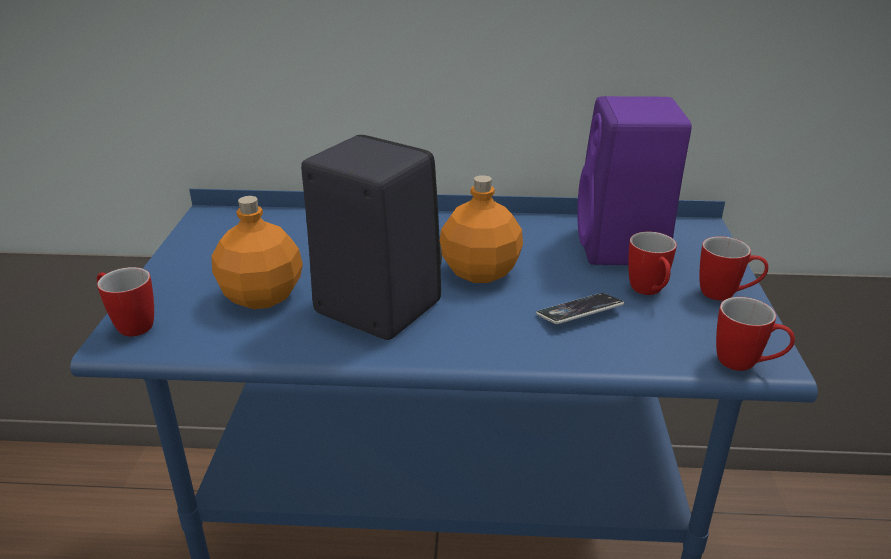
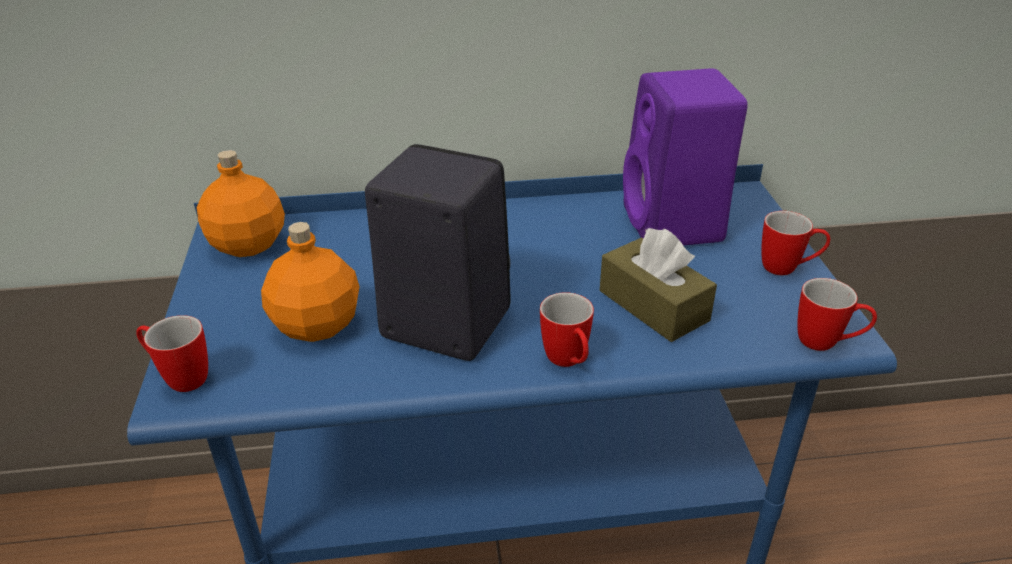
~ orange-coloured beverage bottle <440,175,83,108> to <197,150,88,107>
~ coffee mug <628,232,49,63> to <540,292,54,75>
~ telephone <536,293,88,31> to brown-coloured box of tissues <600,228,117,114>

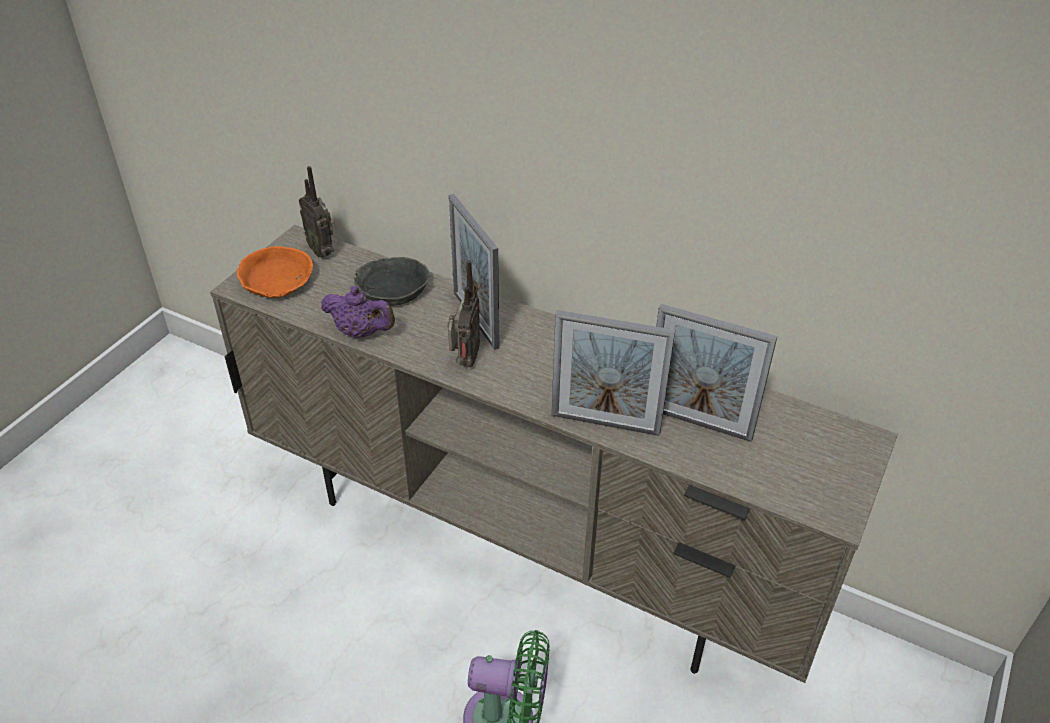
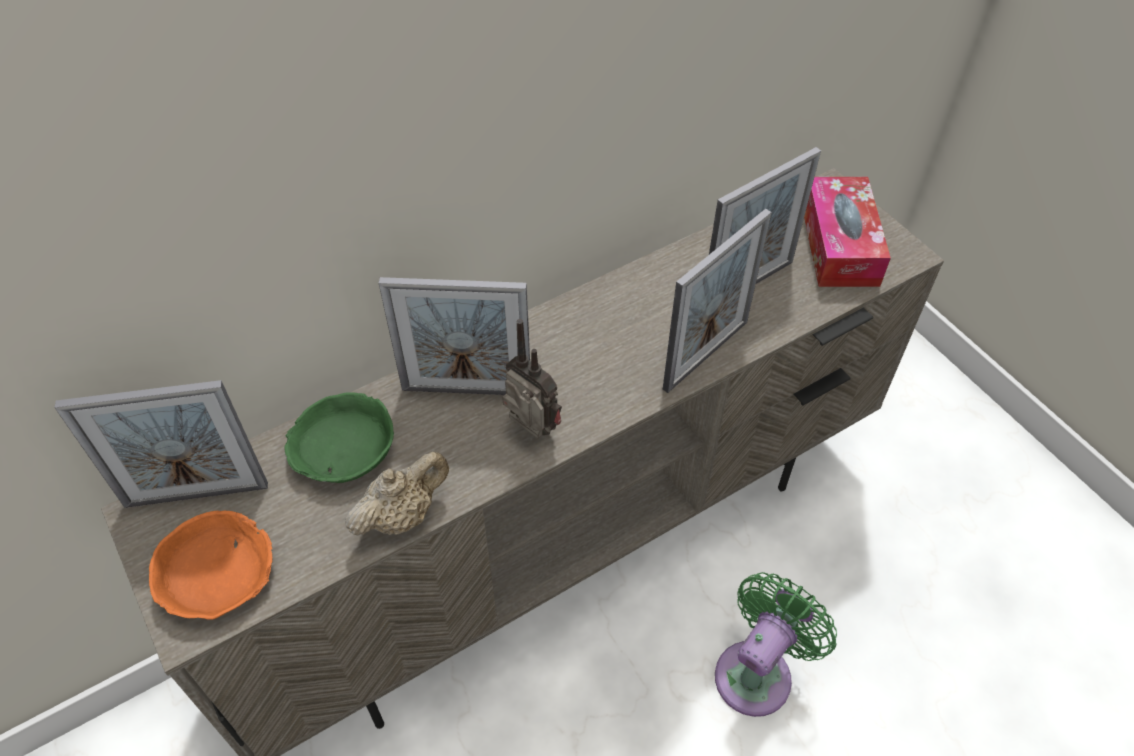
~ radio receiver <299,166,37,92> to picture frame <54,380,214,128>
~ grey serving bowl <354,257,76,49> to green serving bowl <284,392,110,91>
~ purple tea pot <321,286,74,52> to beige tea pot <345,452,104,84>
+ box of tissues <804,177,87,110>

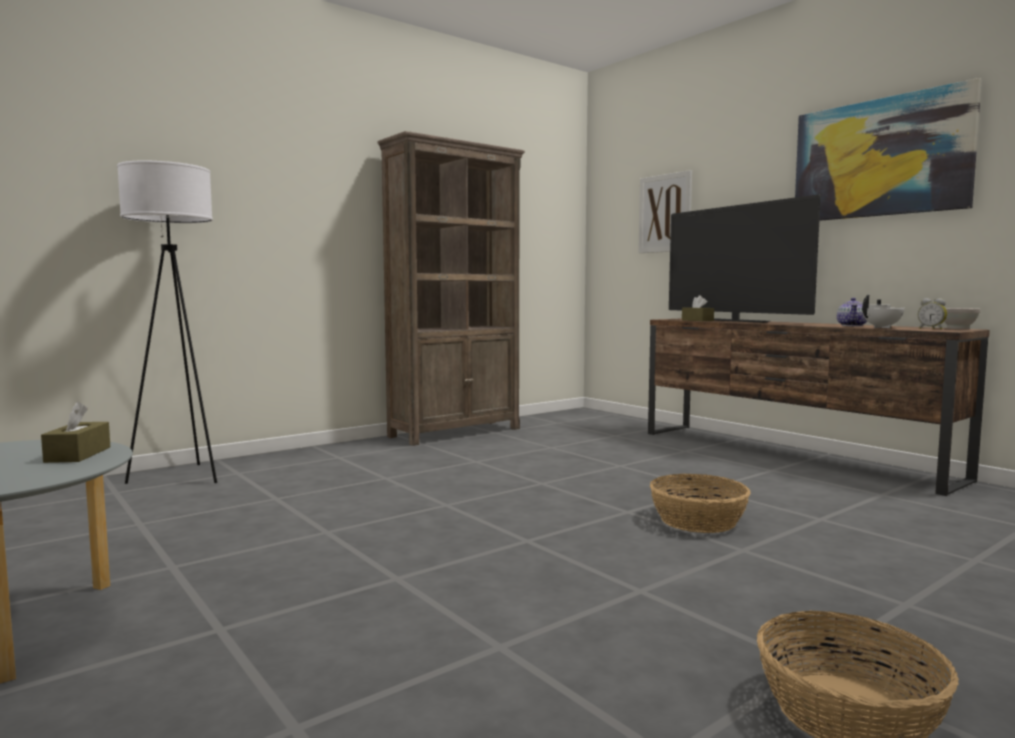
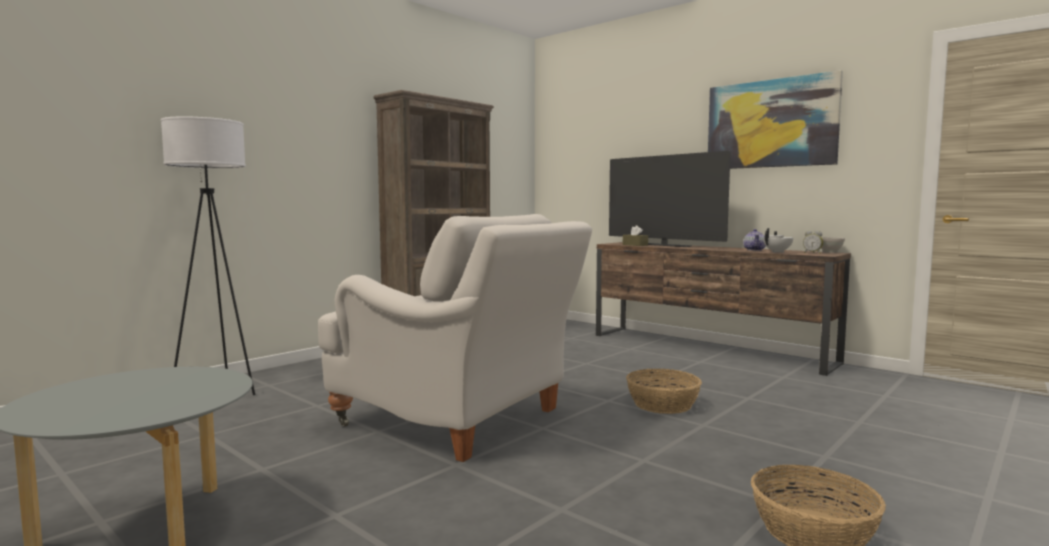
- wall picture <638,170,54,83>
- brown-coloured box of tissues <41,401,69,62>
+ white lounge chair <318,214,274,248>

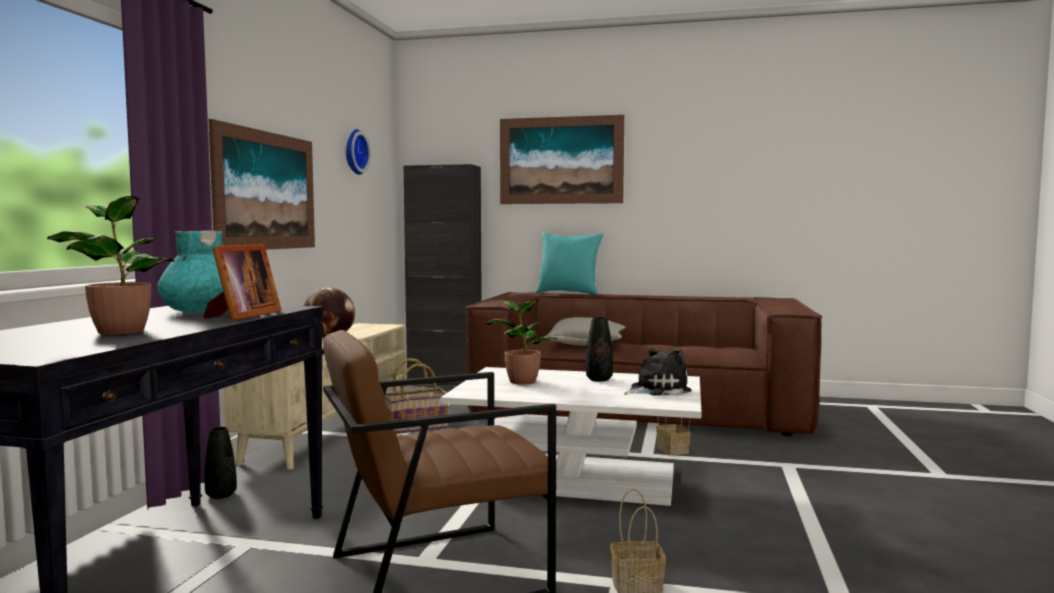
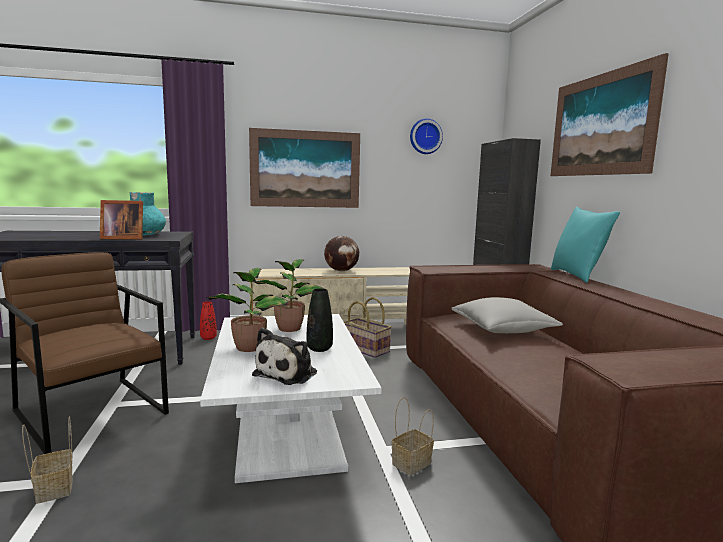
~ plant in a pot <47,196,127,138> to <206,268,82,84>
~ cuddly toy <624,348,67,48> = <252,328,65,57> 75 degrees clockwise
~ blackish flower vase <204,427,33,72> to red-coloured flower vase <200,301,17,39>

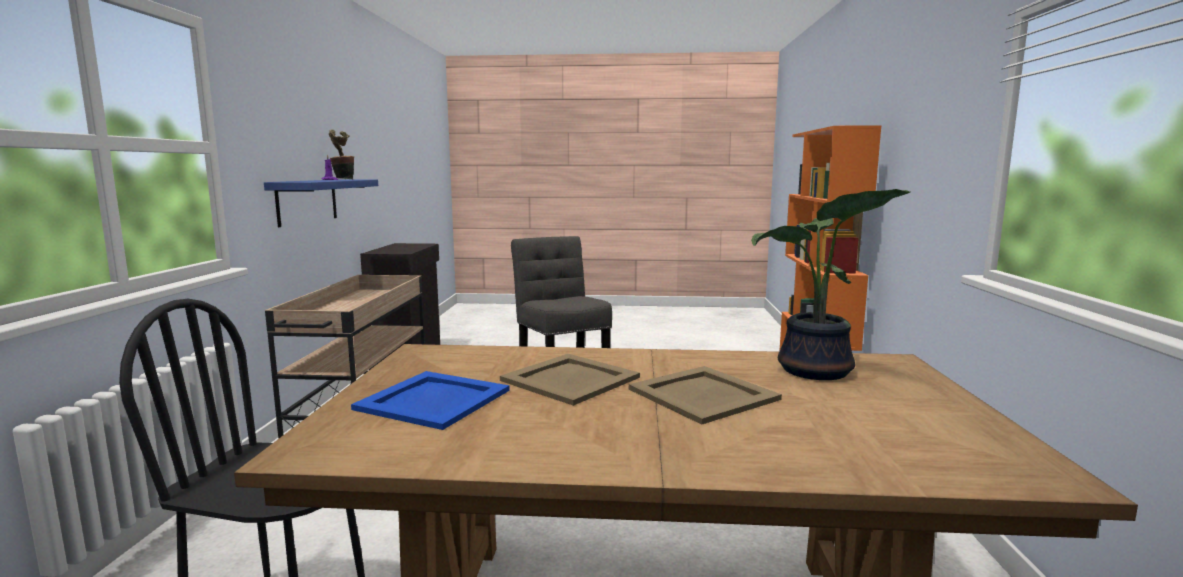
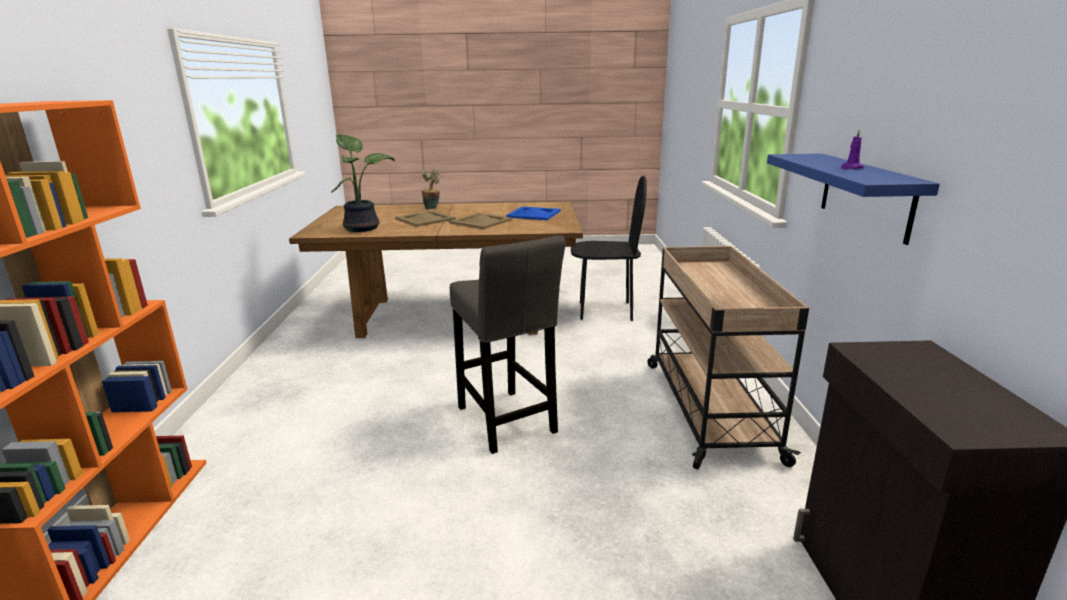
~ plant in a pot <329,130,25,49> to <422,168,18,41>

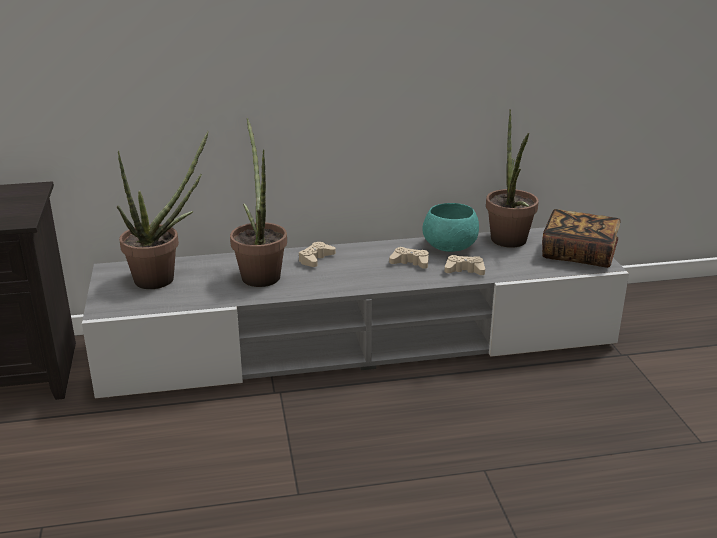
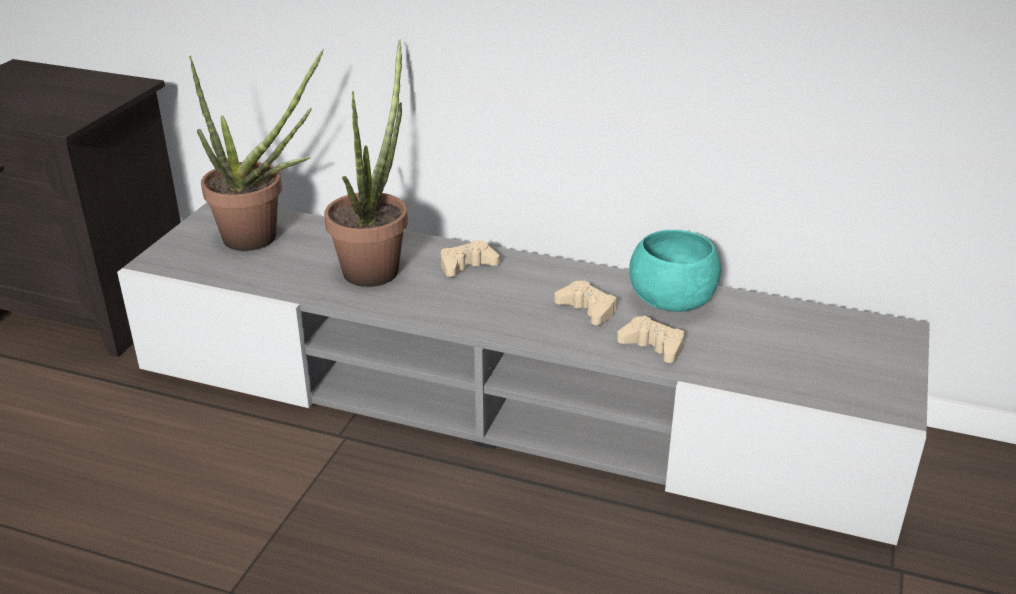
- plant in a pot <486,109,53,139>
- book <542,209,79,59>

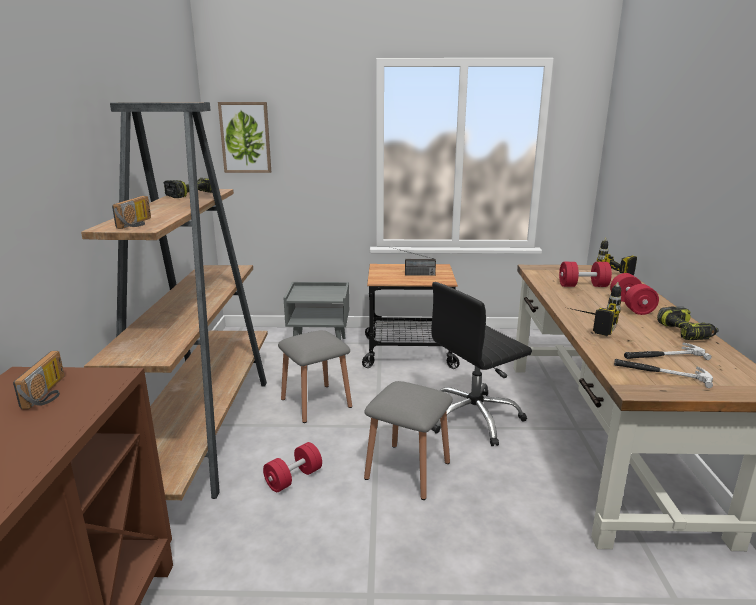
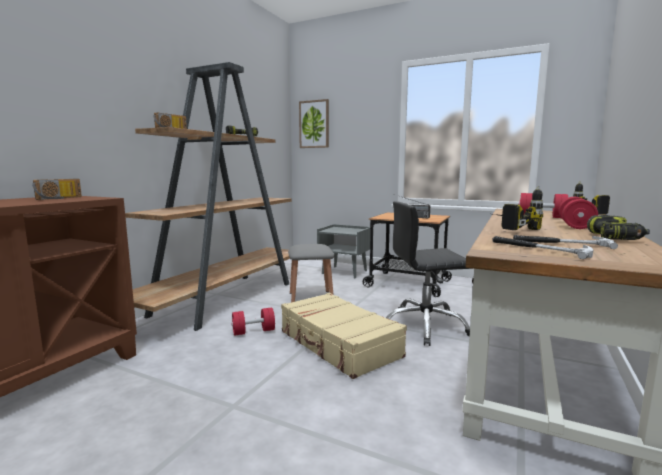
~ grey sitting stool <364,381,89,119> to beige suitcase <281,293,126,86>

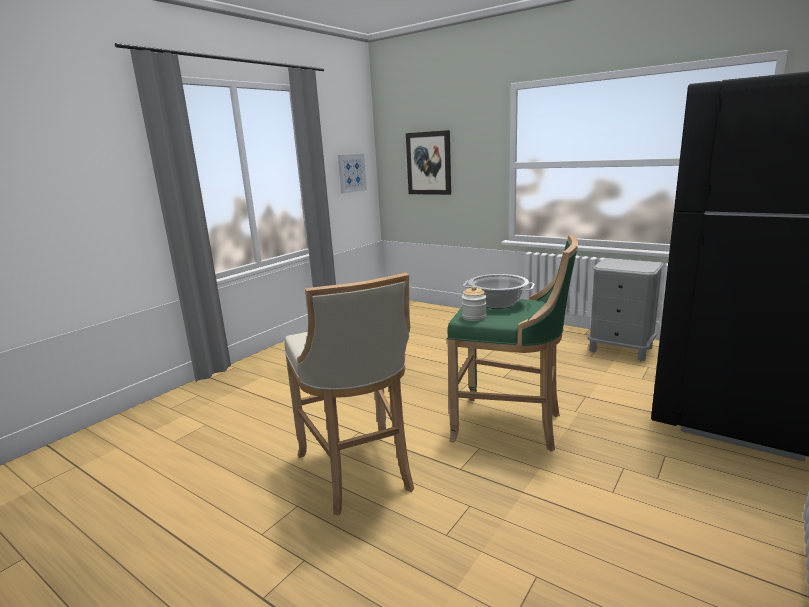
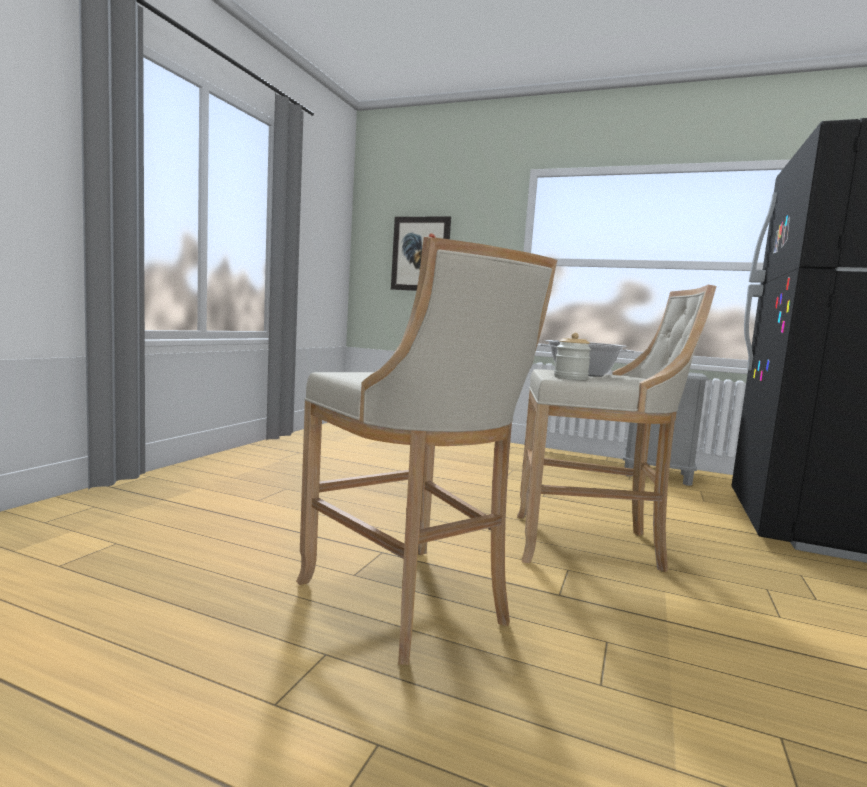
- wall picture <338,153,29,41>
~ green sitting stool <447,235,131,217> to beige sitting stool <517,285,200,287>

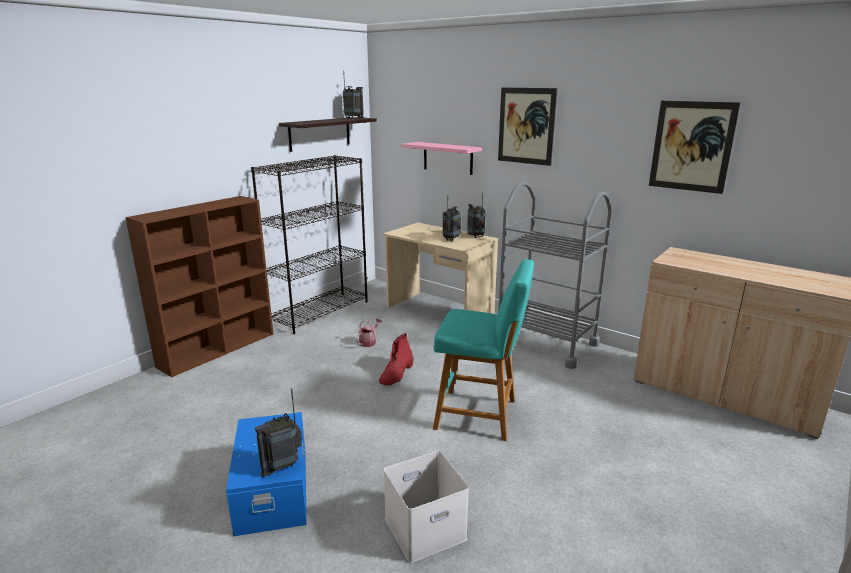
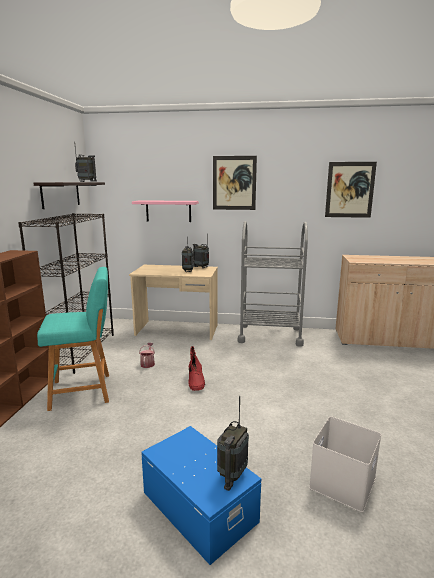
~ turquoise sitting stool <433,259,101,182> to <37,267,72,144>

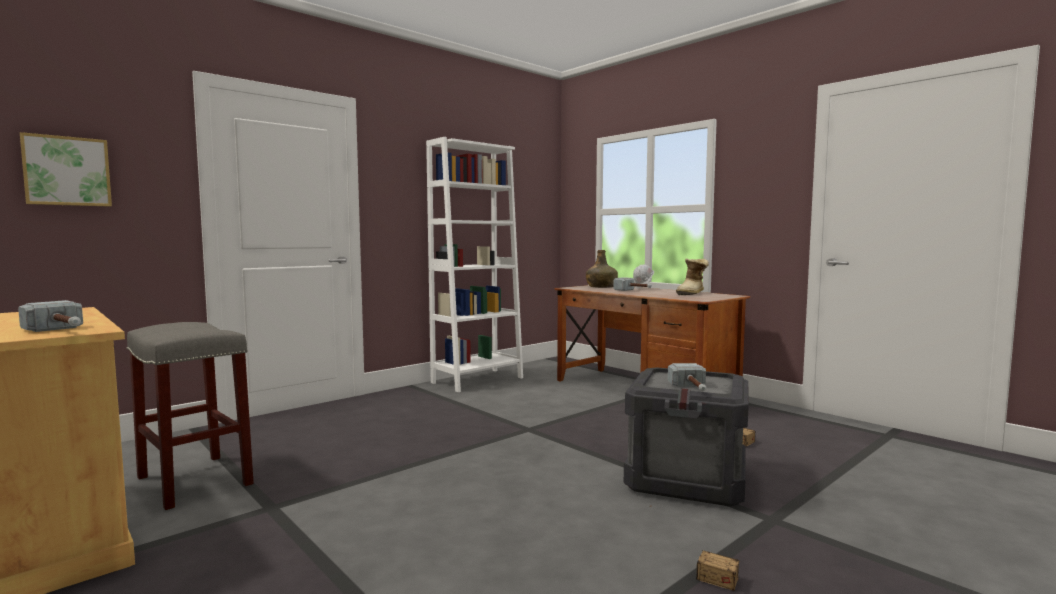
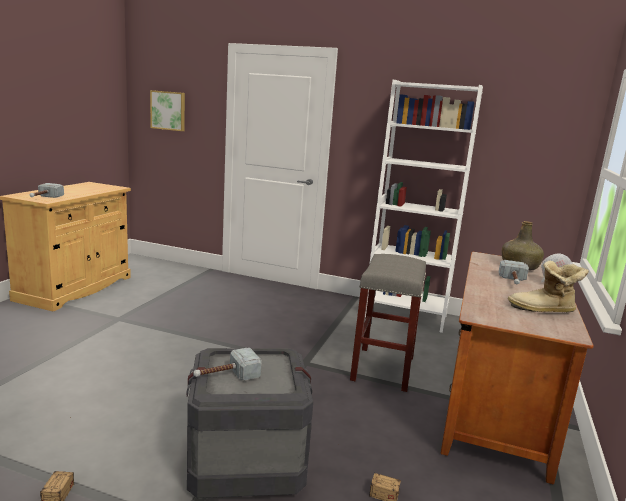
~ grey sitting stool <127,322,127,188> to <350,254,76,138>

